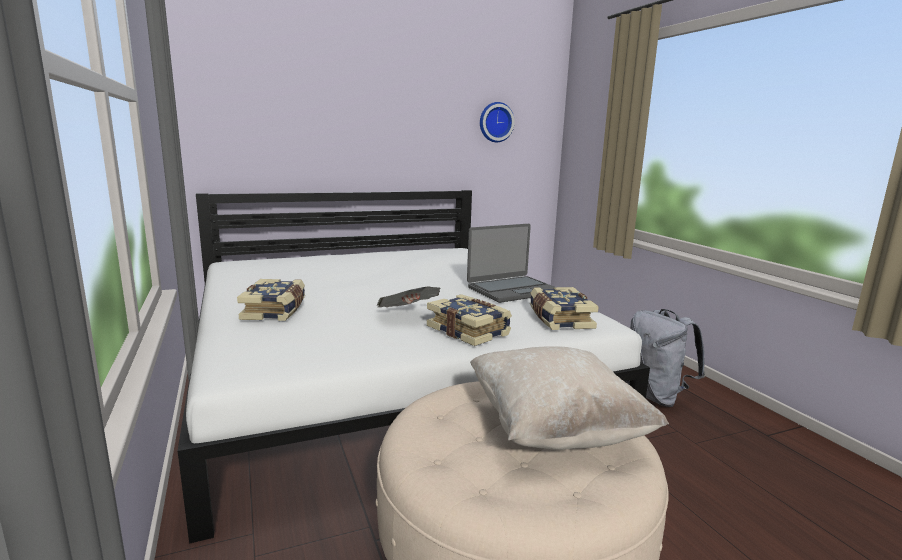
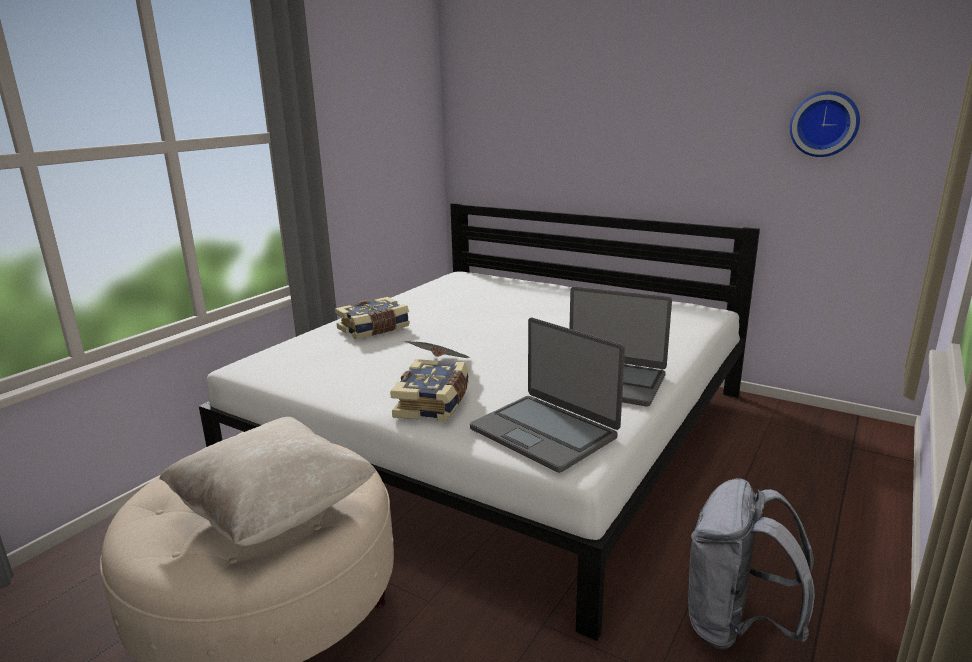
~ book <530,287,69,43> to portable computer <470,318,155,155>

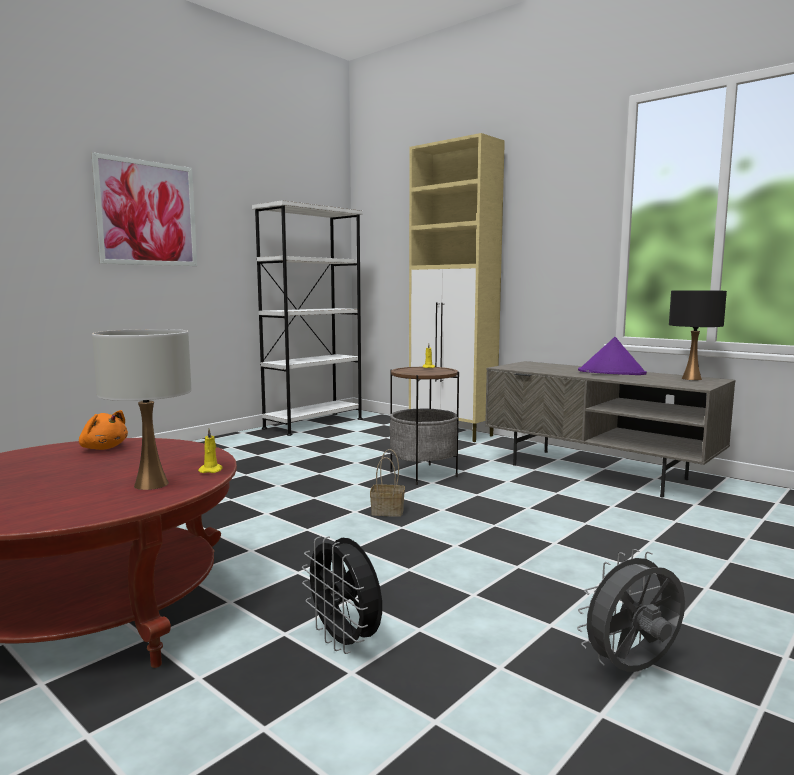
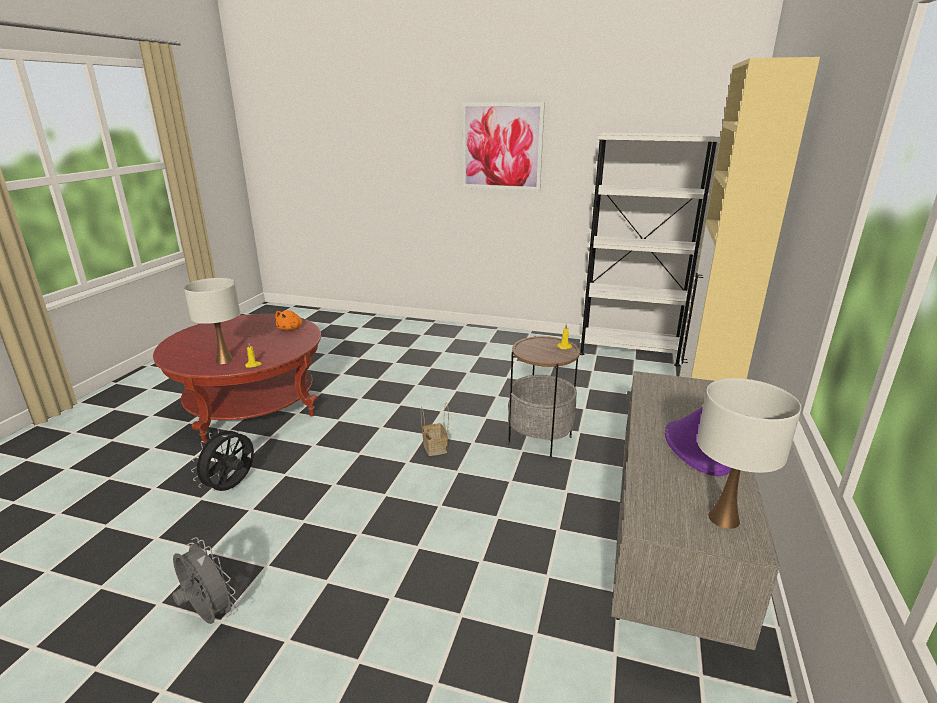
~ blackish lamp for a table <669,290,58,90> to white lamp for a table <697,378,104,151>

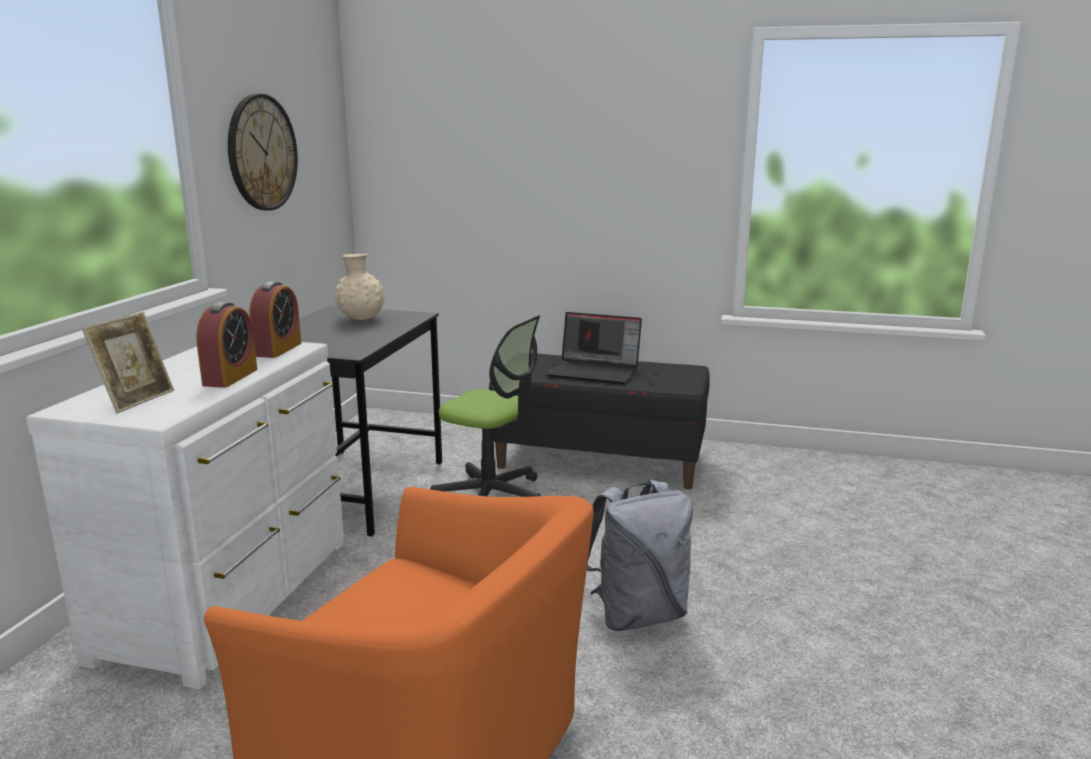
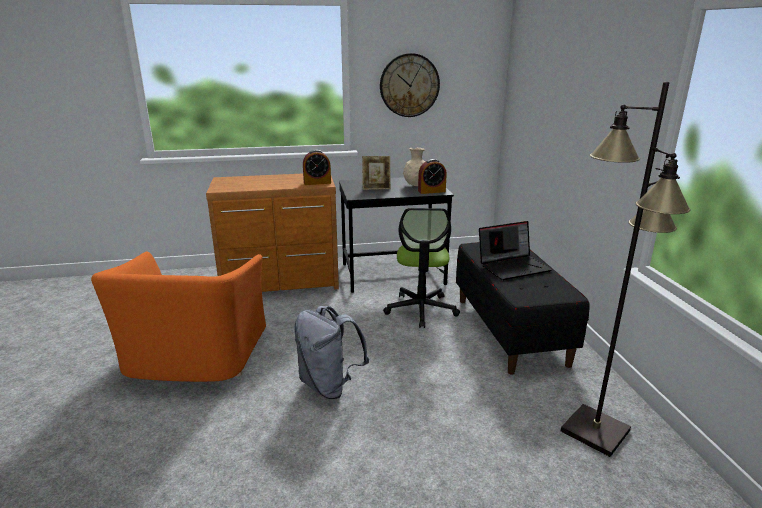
~ table clock <196,302,61,86> to <418,159,29,35>
~ picture frame <82,312,92,101> to <362,156,29,34>
~ portable computer <547,312,95,72> = <479,221,73,59> 105 degrees counterclockwise
~ white dresser <26,342,318,347> to brown-coloured dresser <206,174,133,118>
+ blackish floor lamp <561,82,130,375>

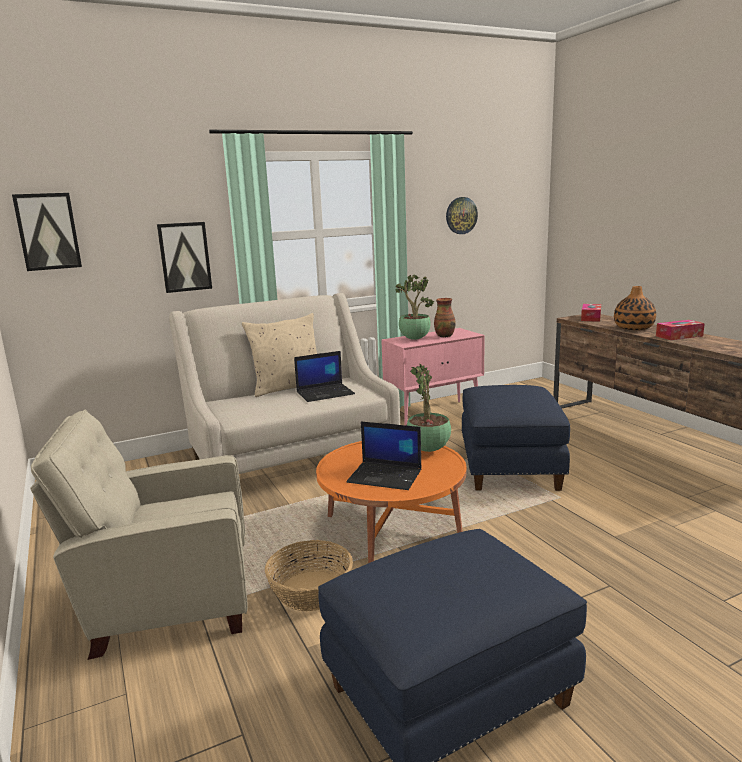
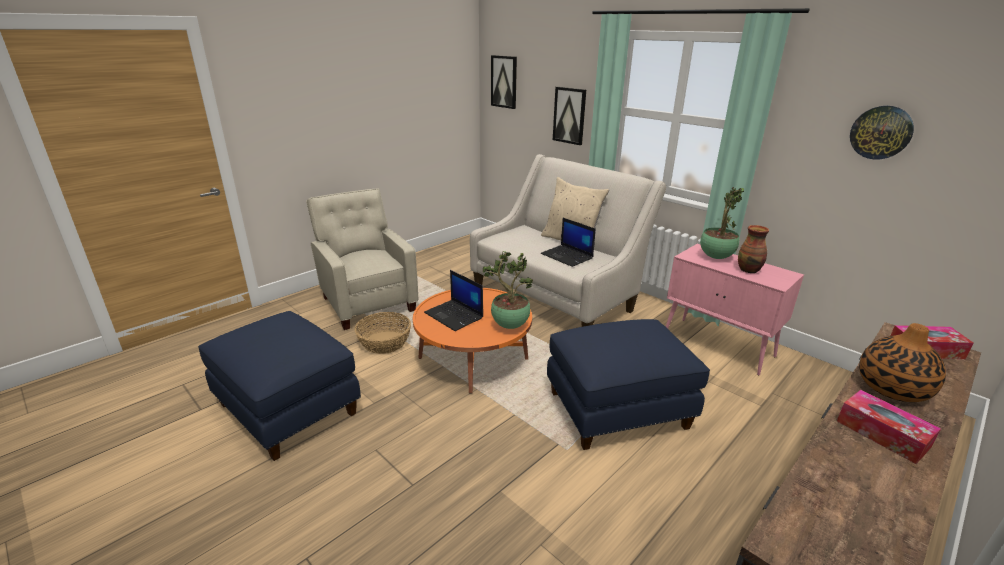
~ portable computer <346,422,75,68> = <424,270,59,61> 45 degrees counterclockwise

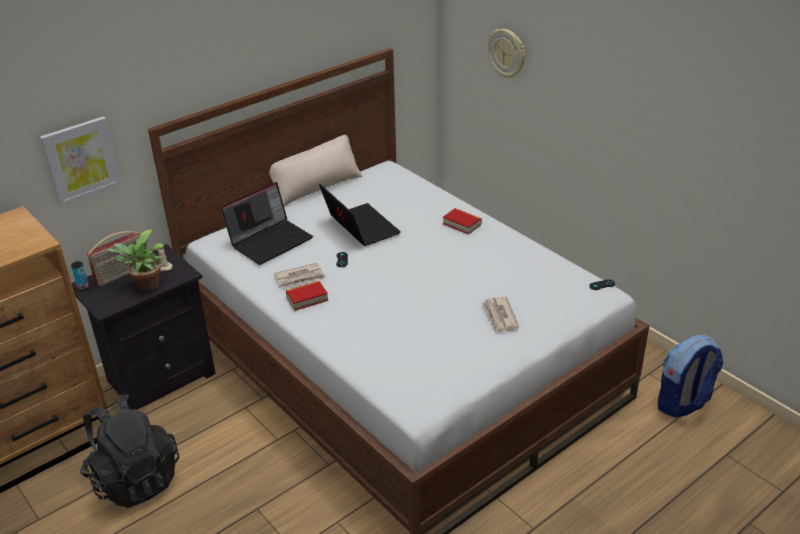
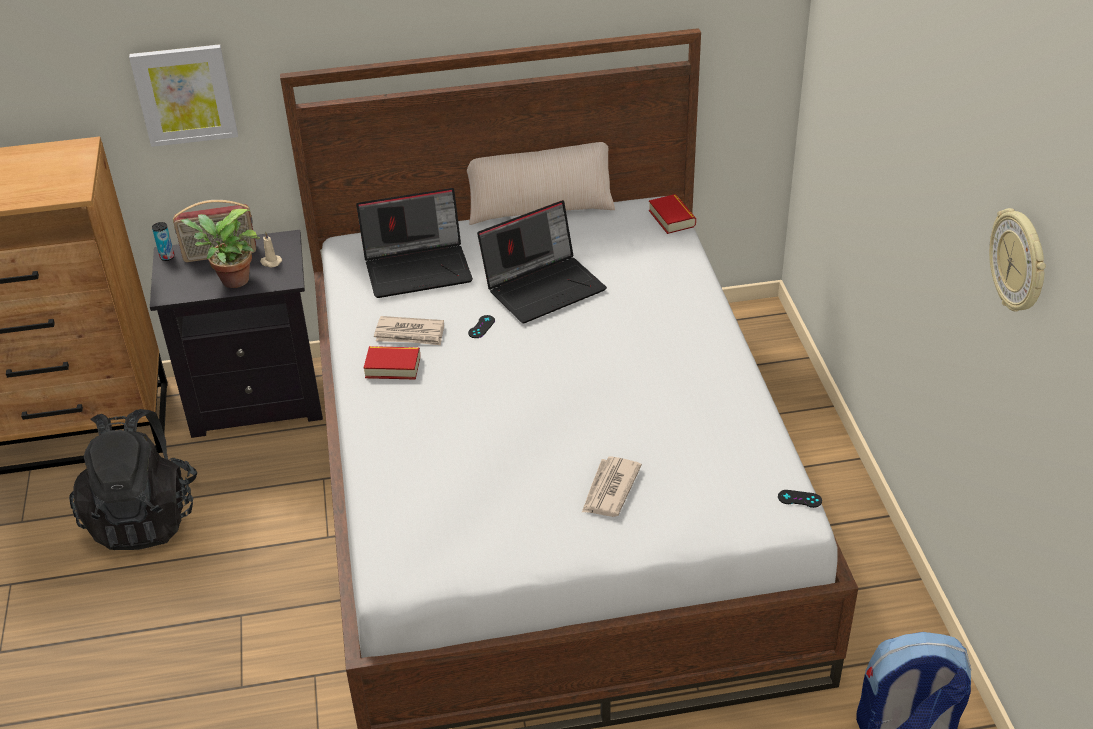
~ hanging clock <488,29,37,49> to <989,208,57,104>
~ portable computer <319,184,82,62> = <477,200,130,124> 60 degrees clockwise
~ book <443,208,39,27> to <649,194,47,40>

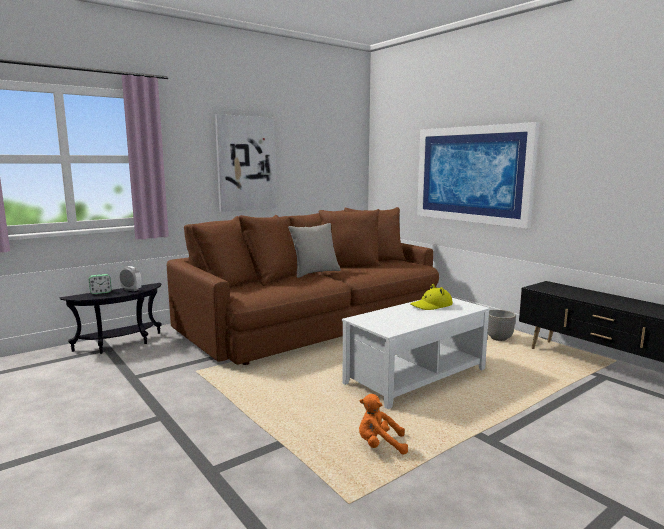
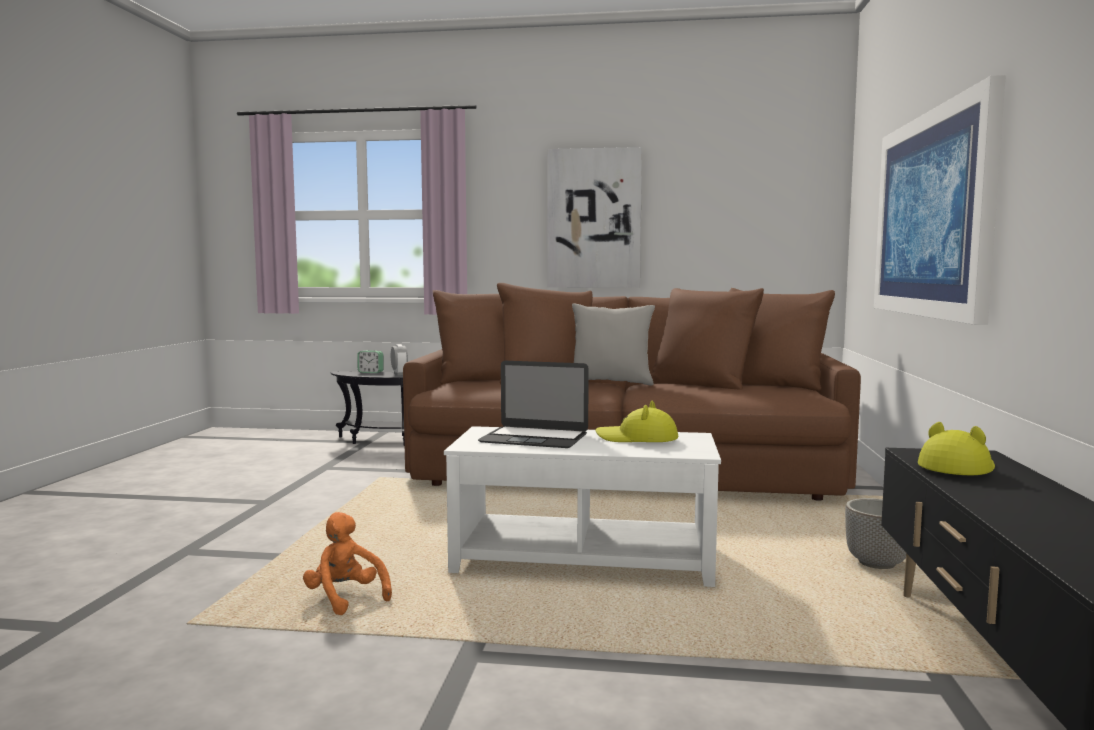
+ portable computer <478,361,111,87>
+ yellow-coloured clothing hat <918,422,77,53>

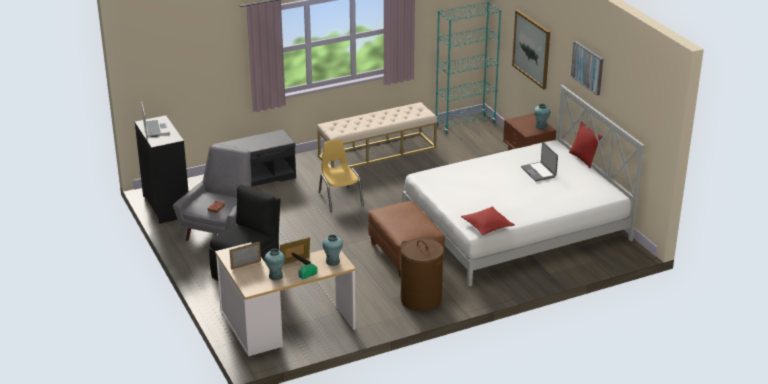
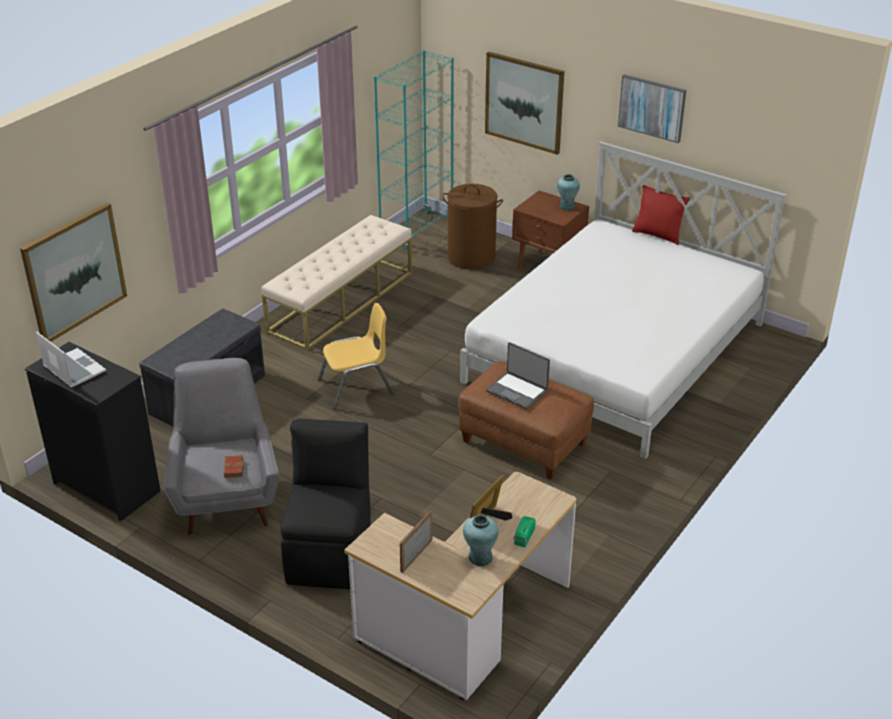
~ yellow-coloured chair <319,139,45,73> = <318,303,76,106> 120 degrees clockwise
~ portable computer <521,142,37,40> to <486,342,64,68>
- red-coloured cushion <461,206,54,30>
- turquoise flower vase <322,235,21,31>
~ brown-coloured washing basket <401,238,44,74> to <442,184,61,85>
+ wall picture <20,203,107,139>

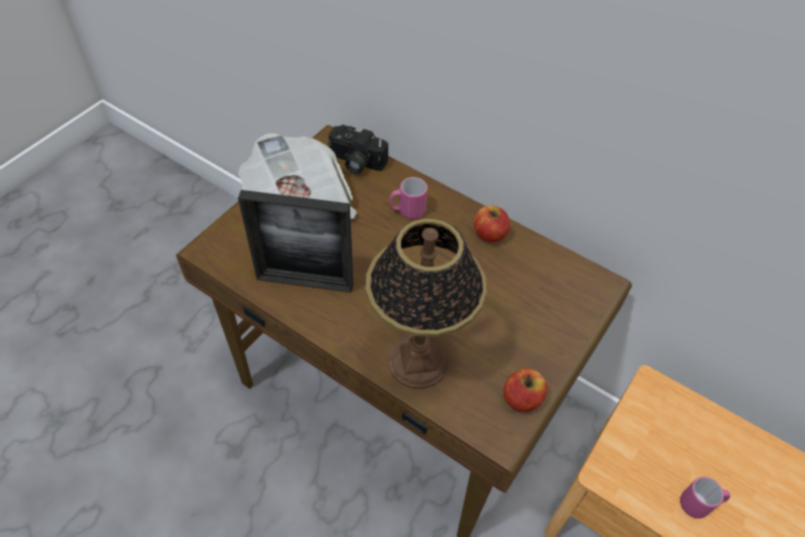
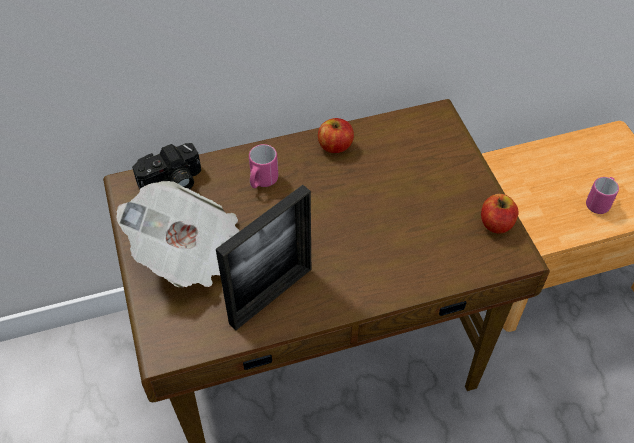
- lamp for a table <366,219,121,170>

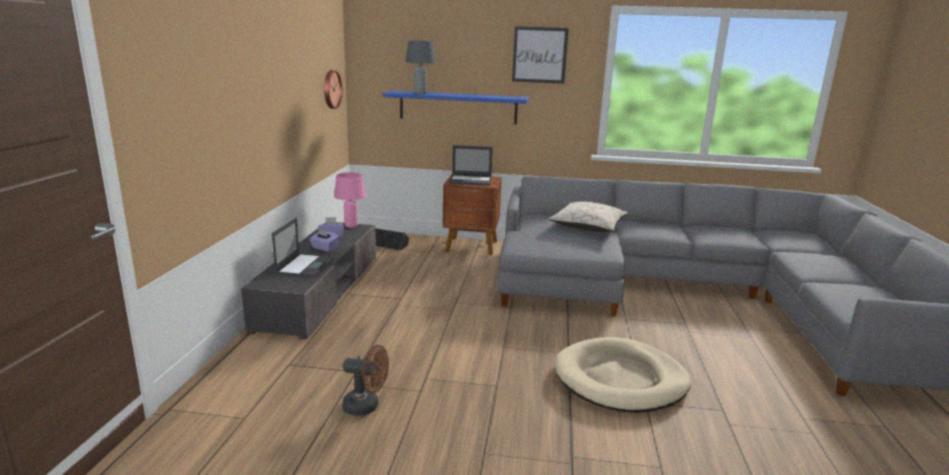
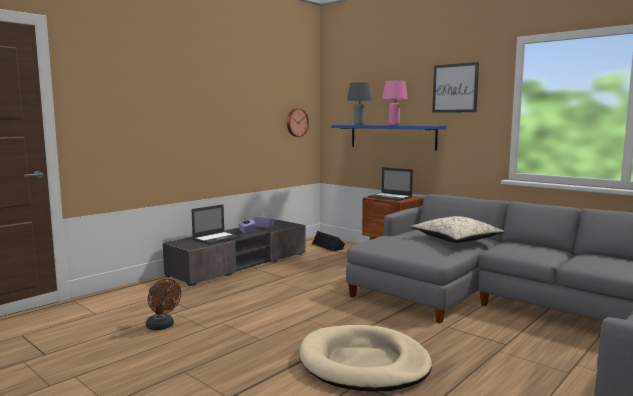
~ pink-coloured lamp for a table <334,172,32,56> to <382,81,26,44>

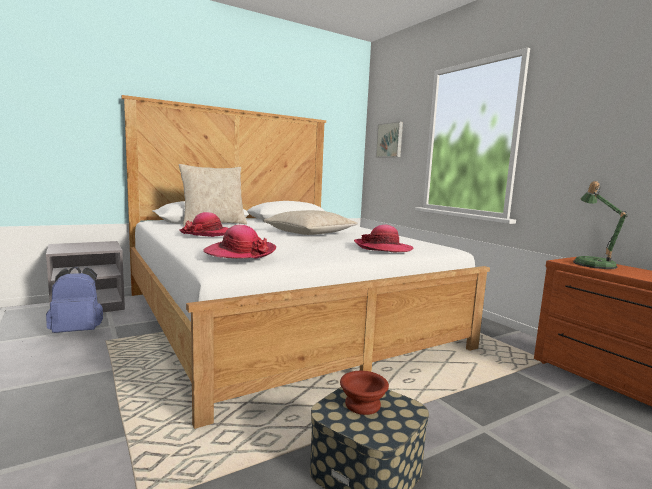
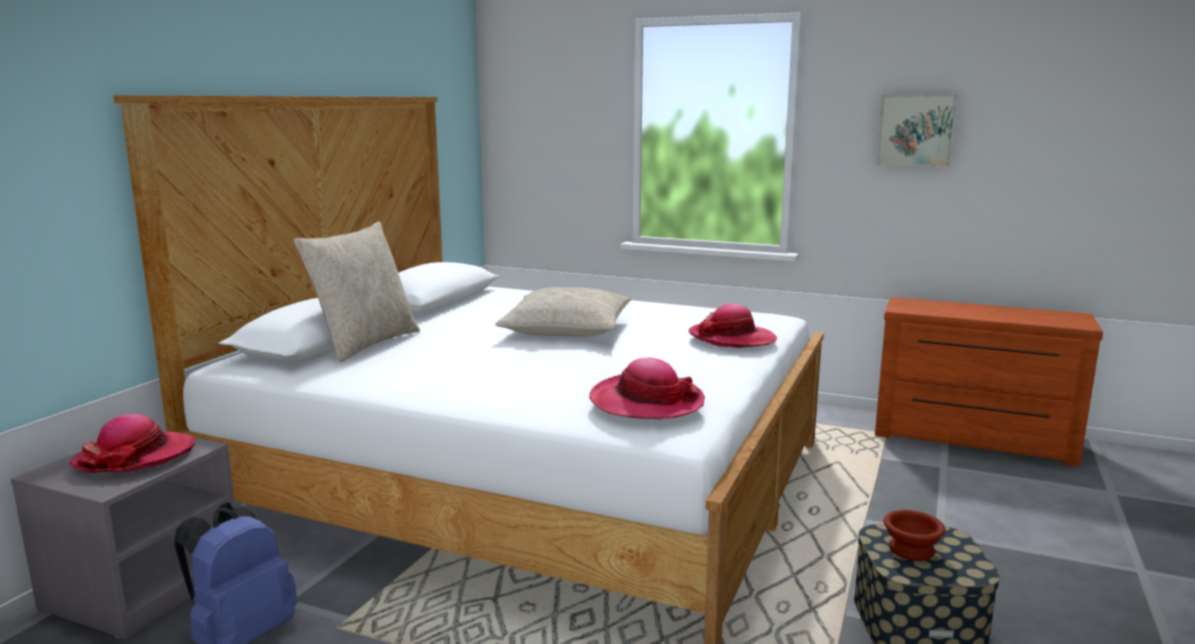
~ wall picture <376,122,27,35> to <876,94,81,73>
- lamp for a table <573,181,54,88>
~ clothing hat <179,212,50,25> to <70,414,125,59>

